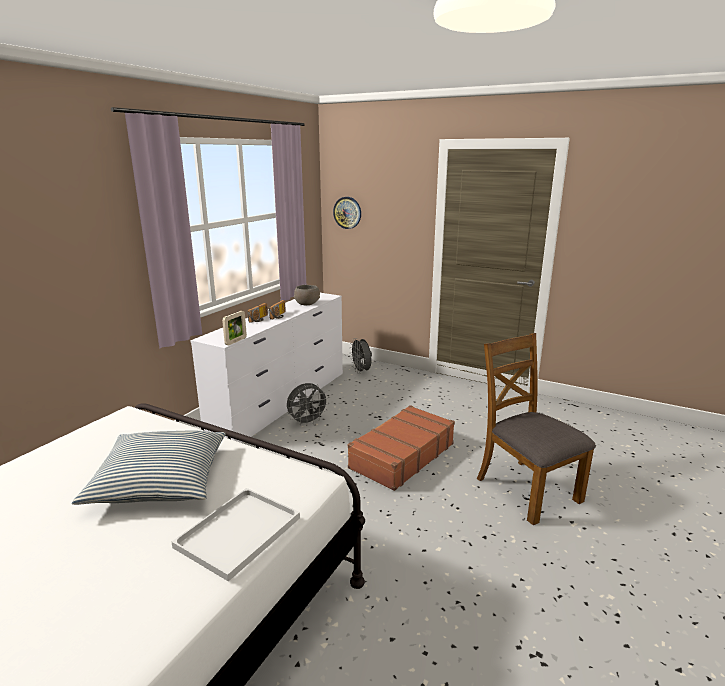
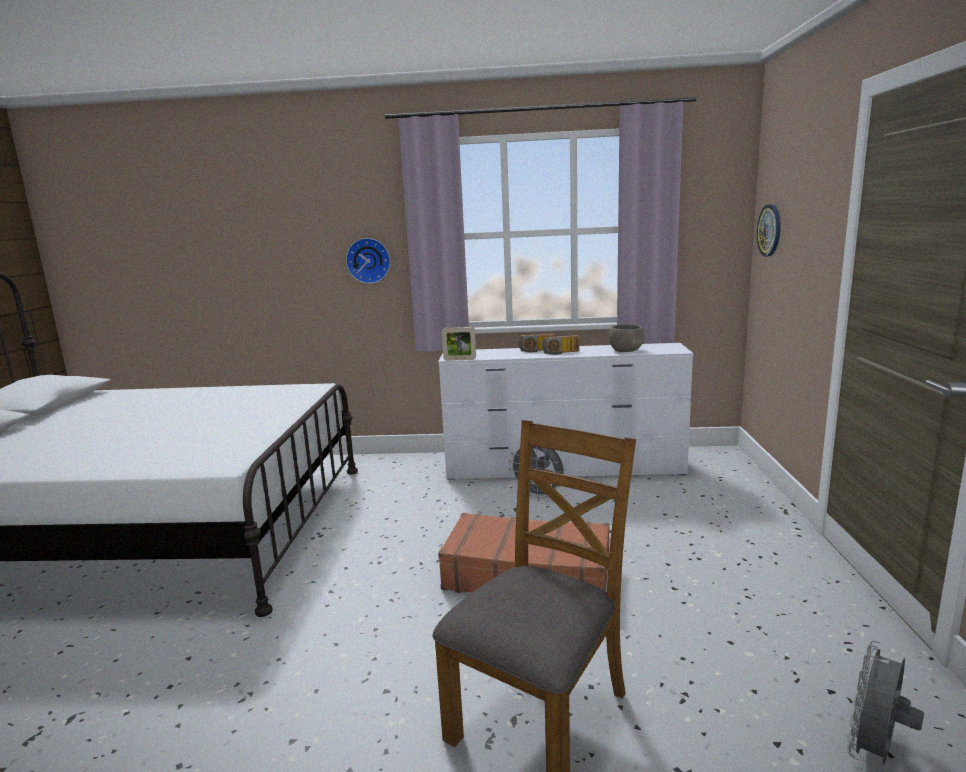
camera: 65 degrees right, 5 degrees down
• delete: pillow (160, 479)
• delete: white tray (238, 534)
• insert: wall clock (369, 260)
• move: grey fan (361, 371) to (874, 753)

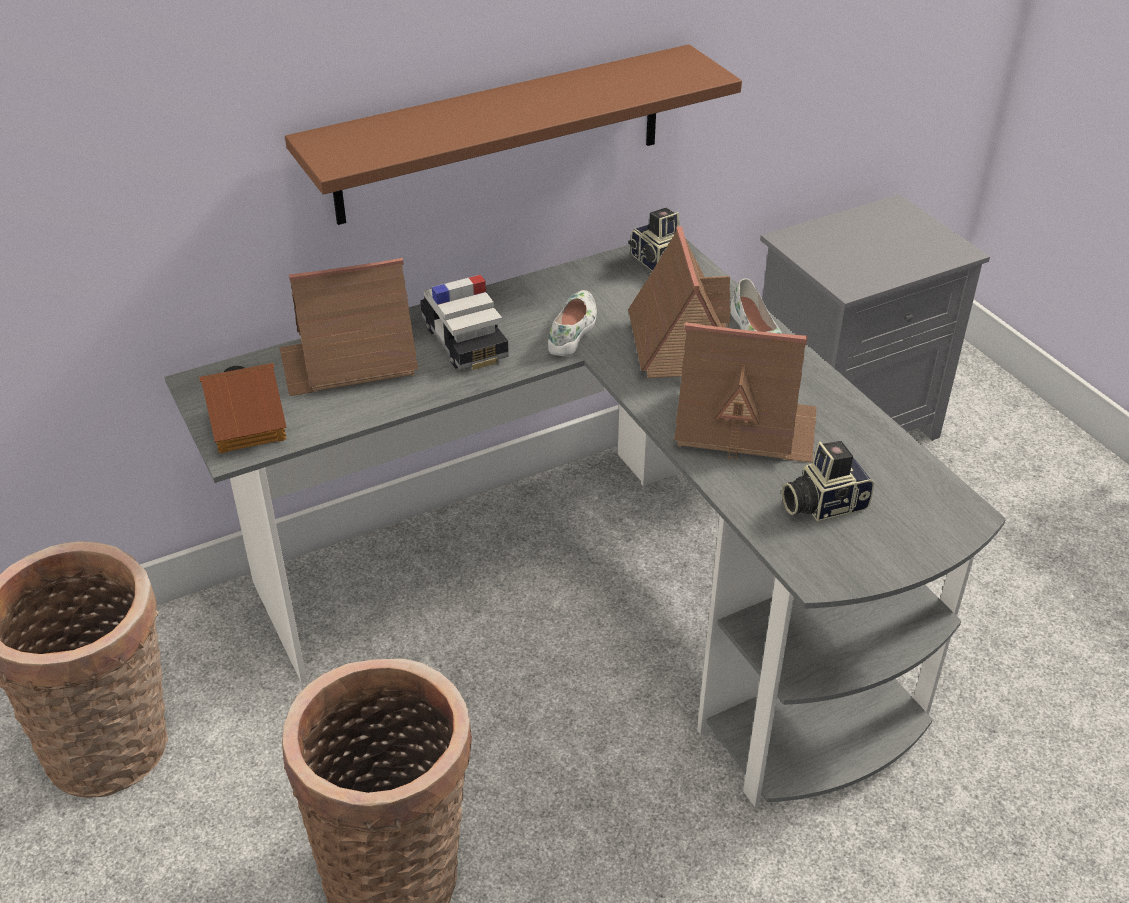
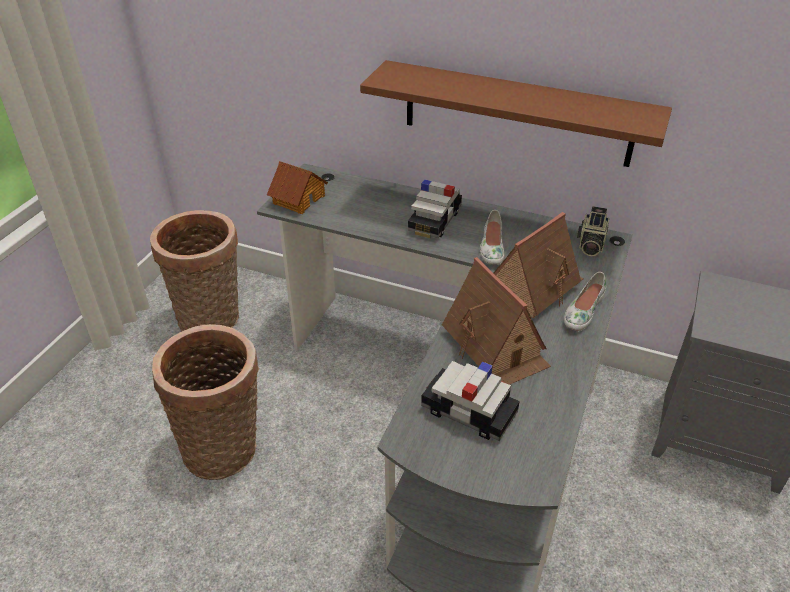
camera: 50 degrees right, 0 degrees up
• delete: toy house (349, 361)
• replace: photo camera (822, 503) to toy car (468, 412)
• rotate: white shoe (573, 330) = (491, 247) 120 degrees clockwise

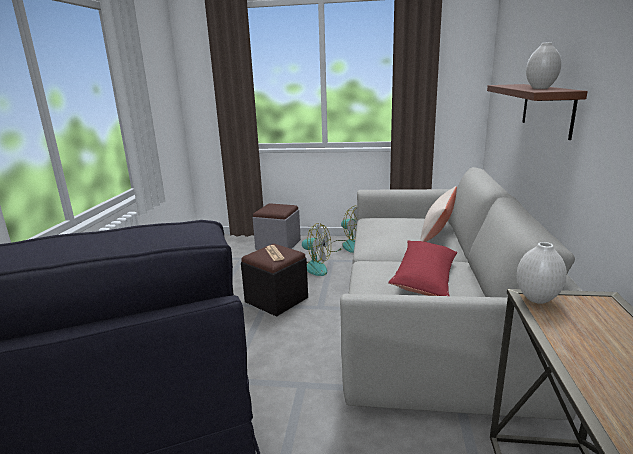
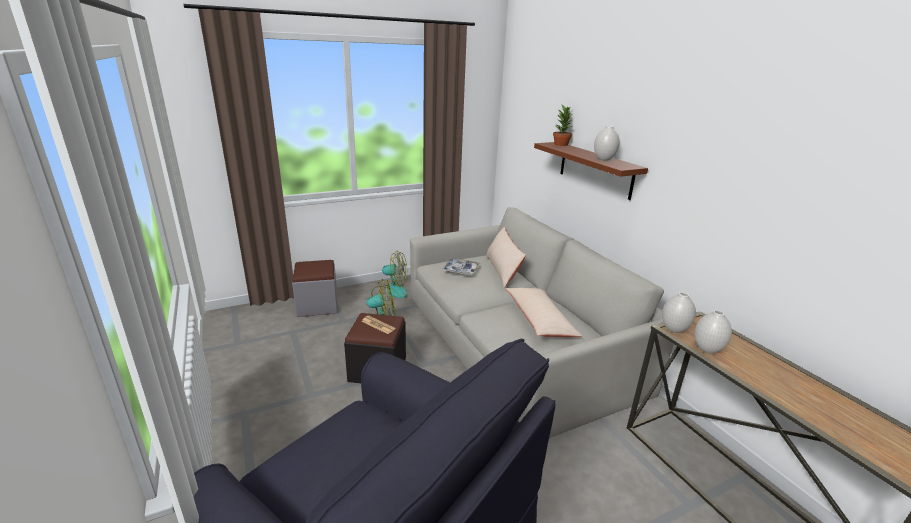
camera: 35 degrees left, 5 degrees up
• insert: tray (461, 270)
• insert: potted plant (561, 144)
• insert: white vase (707, 349)
• recolor: red pillow (425, 278) to beige pillow (539, 320)

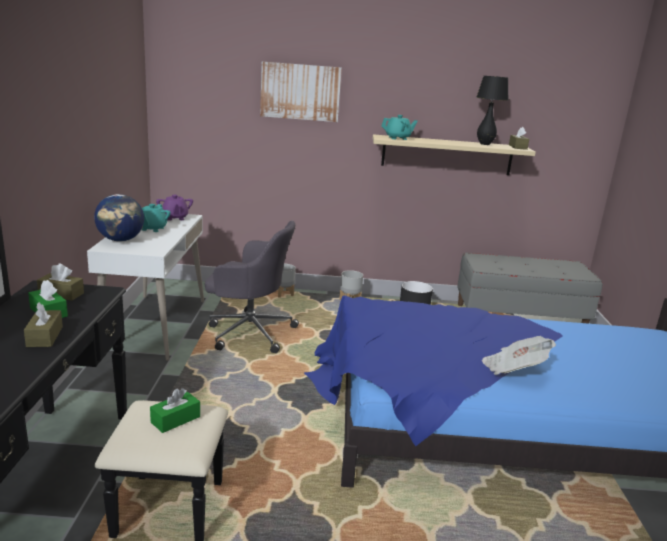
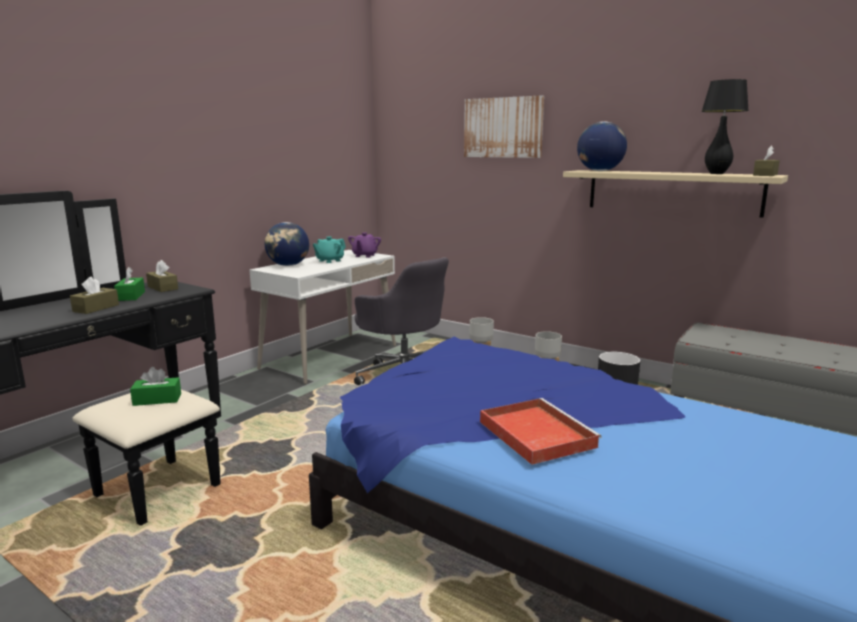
camera: 35 degrees right, 5 degrees down
• replace: turquoise teapot (398, 138) to globe (599, 171)
• replace: newspaper (513, 369) to red tray (534, 433)

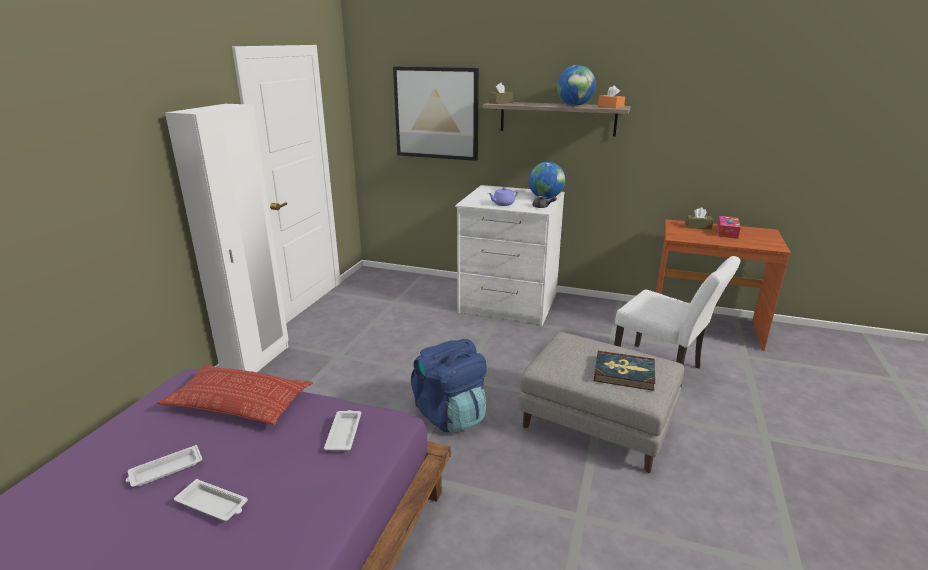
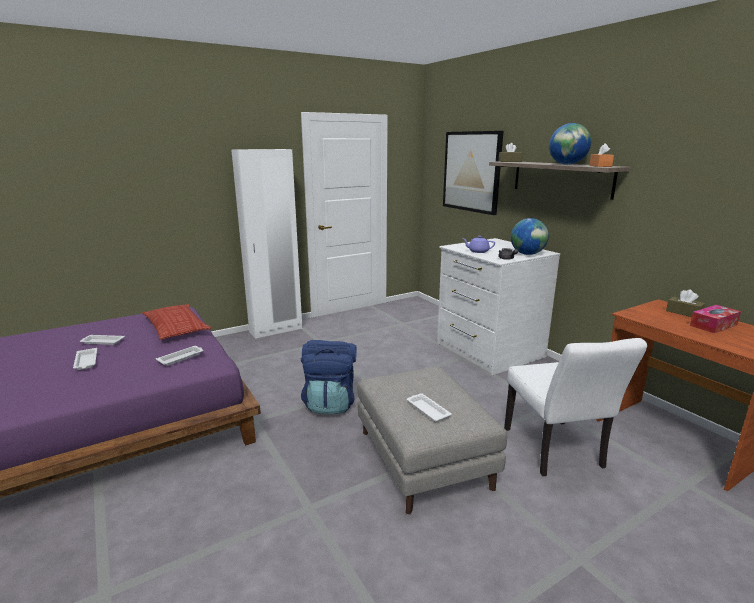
camera: 40 degrees right, 5 degrees down
• replace: book (624, 373) to white tray (427, 409)

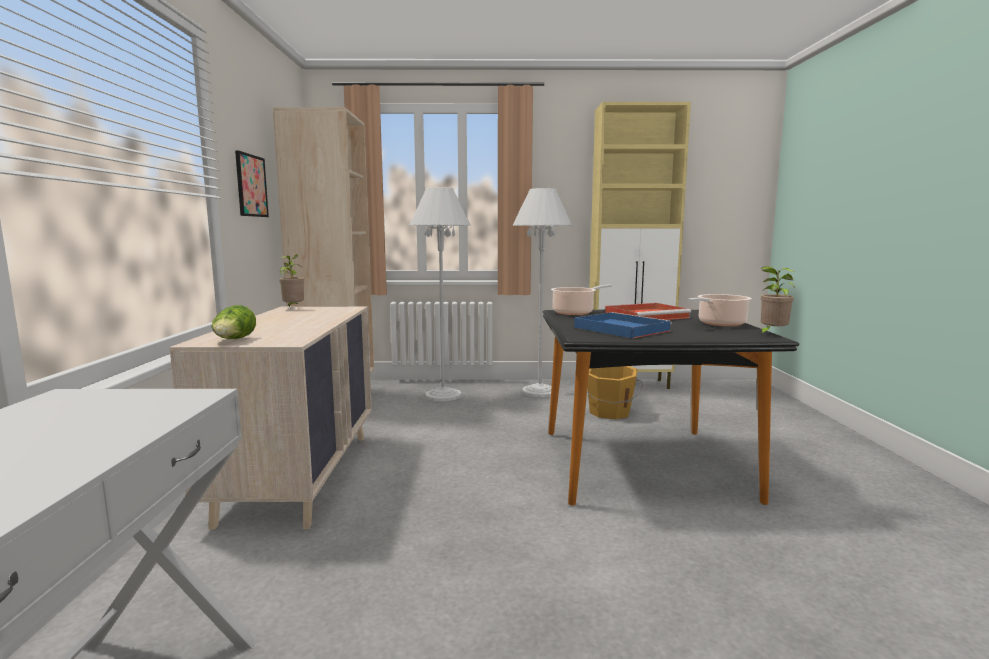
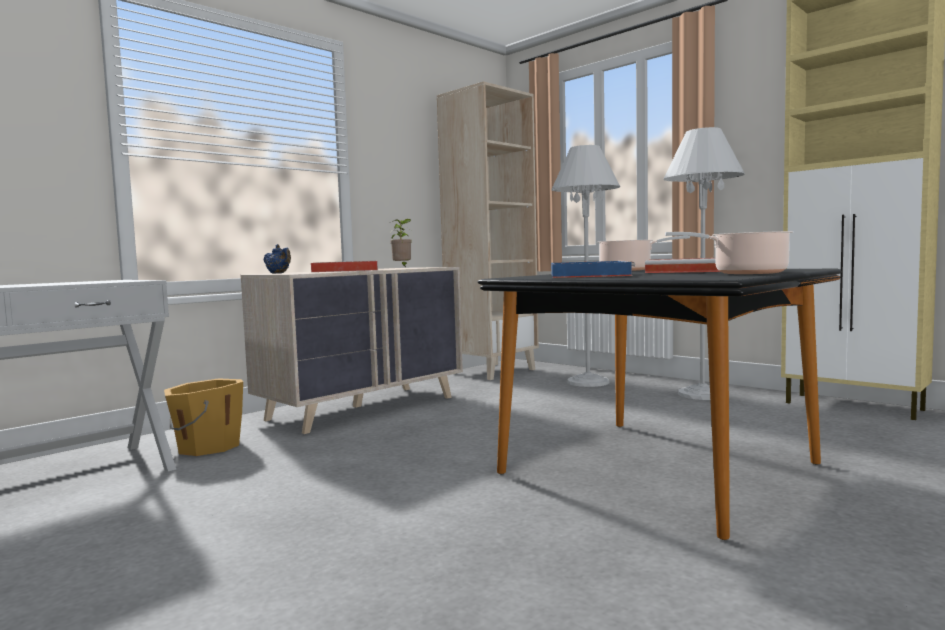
camera: 45 degrees right, 5 degrees down
• delete: picture (251, 185)
• delete: potted plant (771, 334)
• insert: red tray (344, 270)
• move: orange bucket (609, 412) to (207, 446)
• replace: lettuce (234, 340) to blue teapot (278, 273)

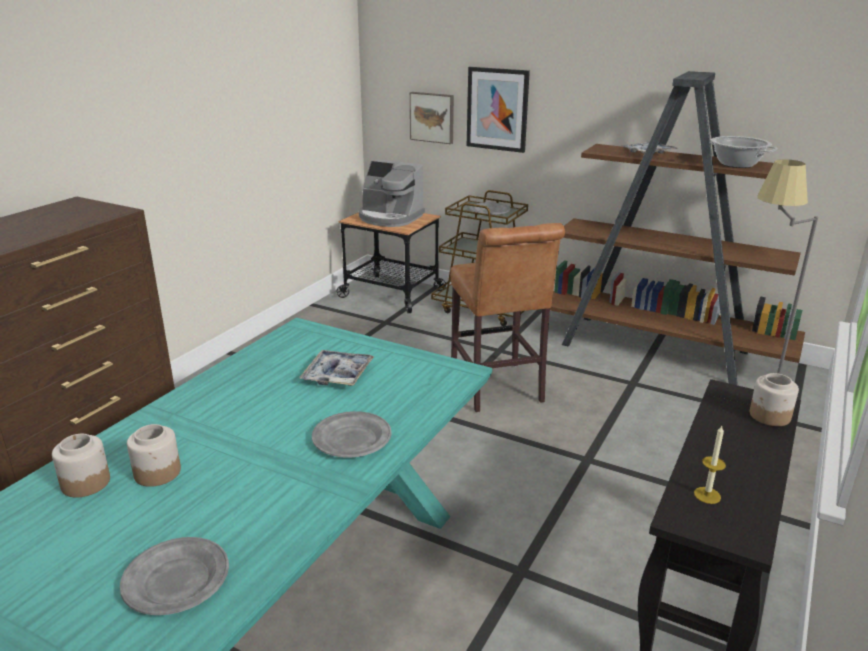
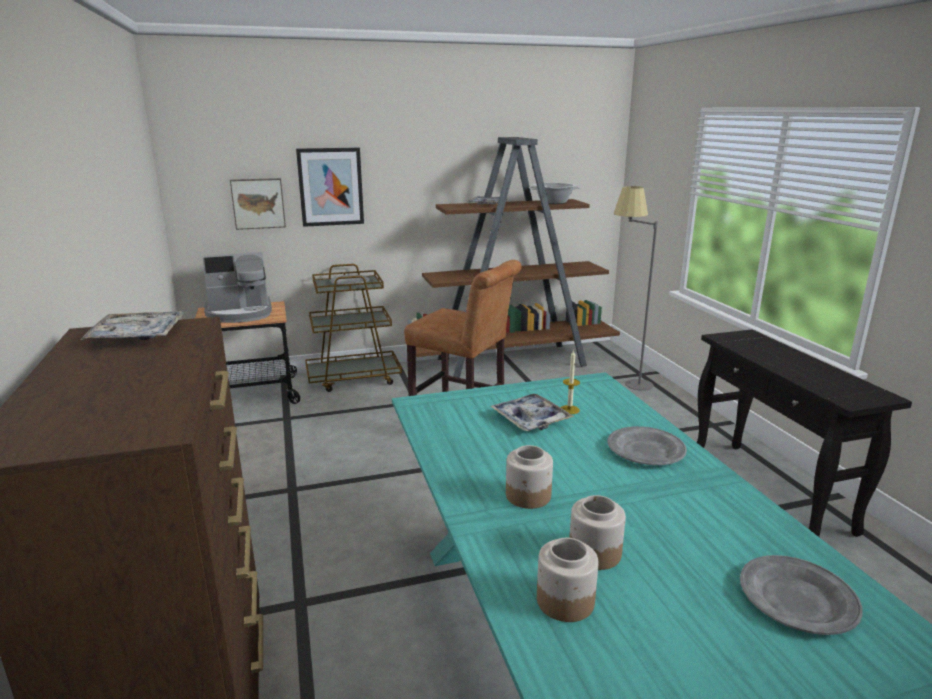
camera: 45 degrees left, 5 degrees down
• insert: tray (137, 335)
• move: candle (707, 495) to (569, 409)
• move: jar (769, 416) to (528, 496)

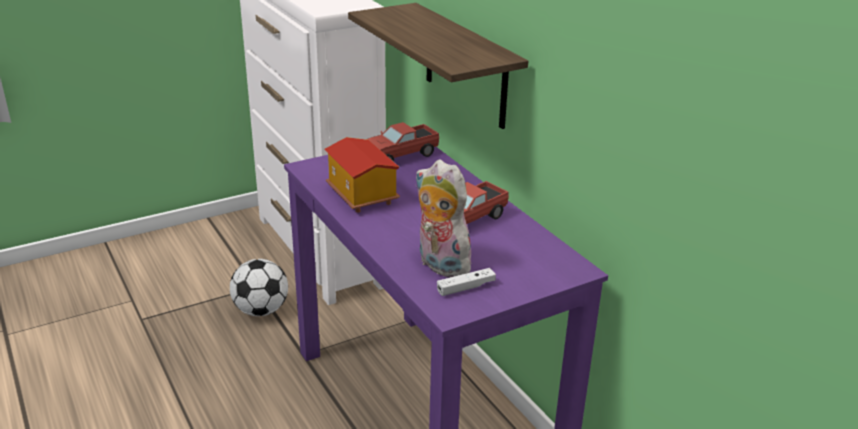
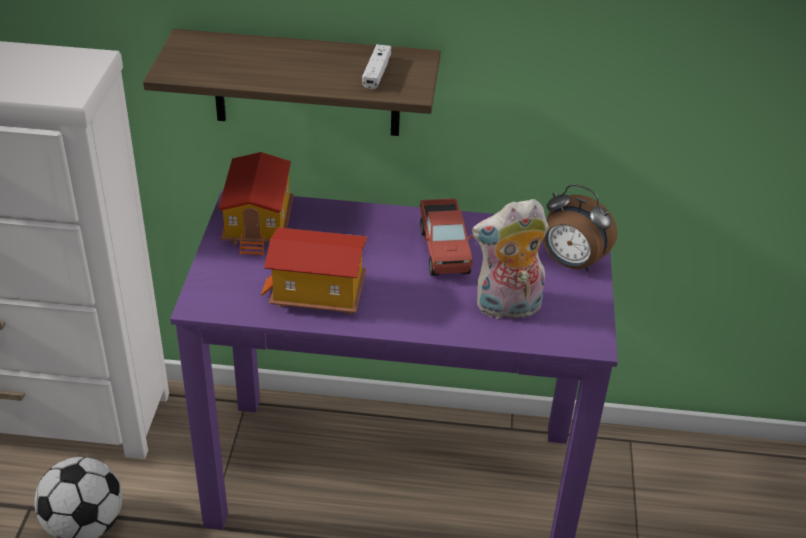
camera: 55 degrees left, 10 degrees up
• insert: alarm clock (571, 263)
• move: white game controller (466, 287) to (376, 73)
• replace: toy truck (402, 156) to toy house (260, 225)

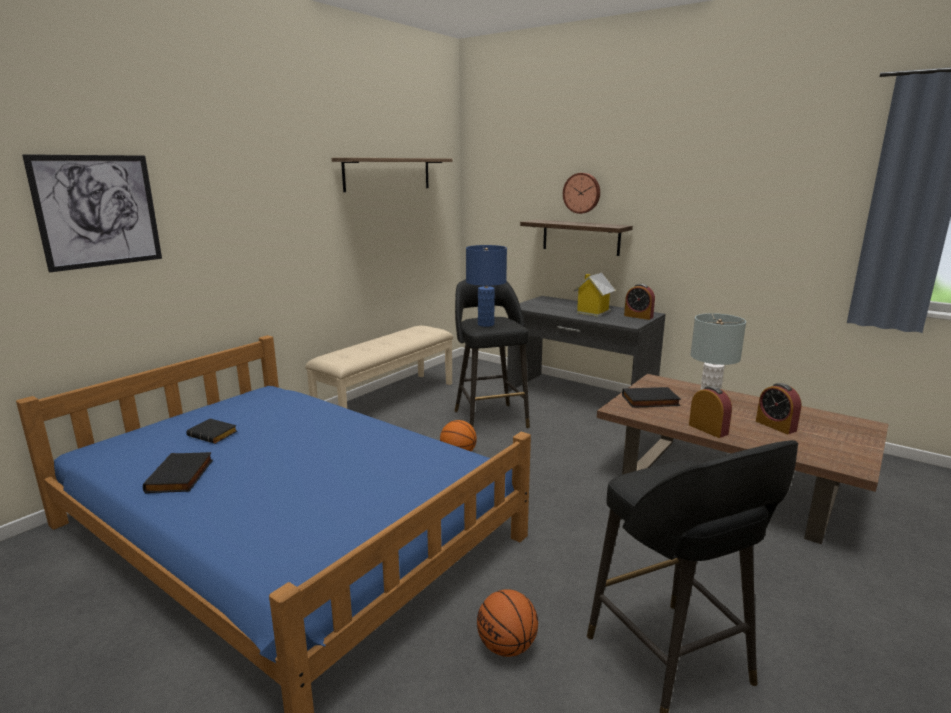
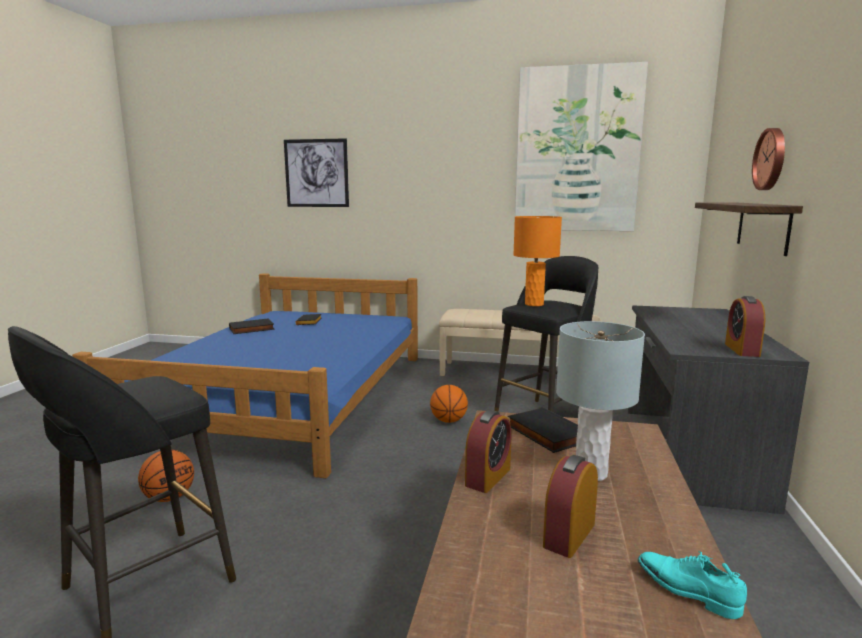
camera: 65 degrees right, 5 degrees down
• delete: toy house (592, 312)
• insert: turquoise shoe (686, 591)
• replace: shelf (388, 174) to picture (577, 150)
• recolor: blue table lamp (486, 324) to orange table lamp (534, 304)

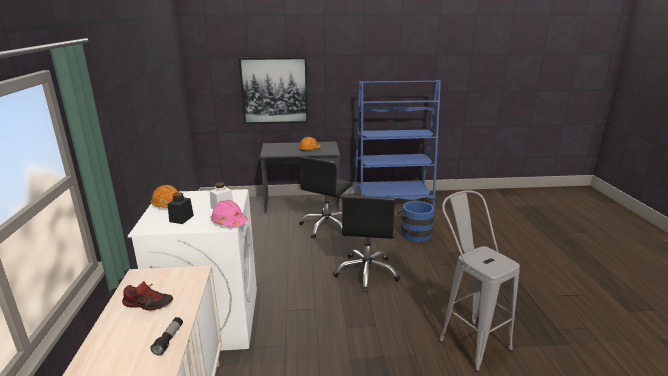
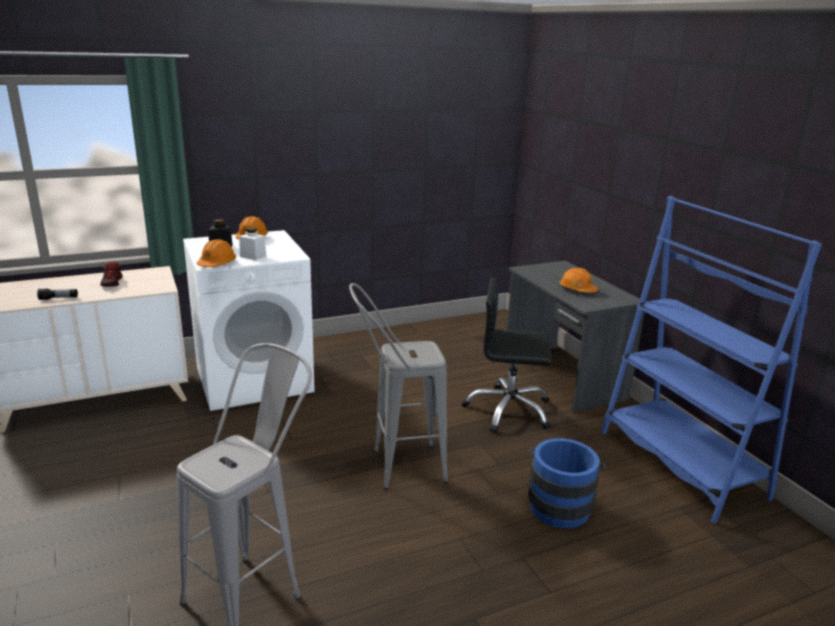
camera: 70 degrees right, 0 degrees up
• delete: picture (274, 90)
• replace: black office chair (367, 272) to grey stool (396, 468)
• recolor: pink hard hat (229, 222) to orange hard hat (217, 264)

